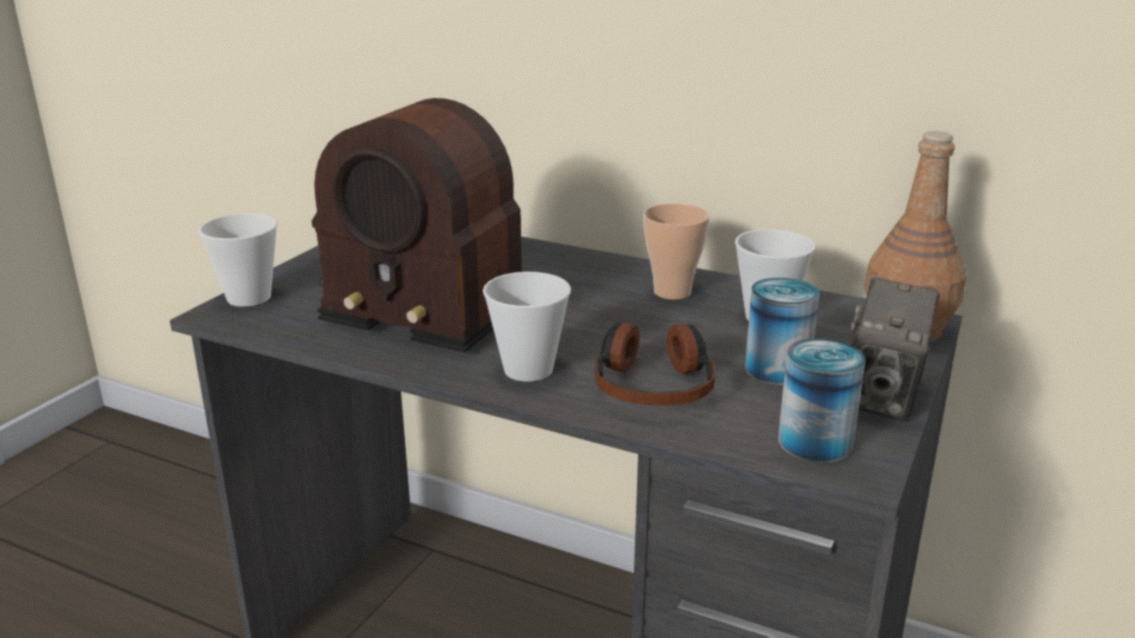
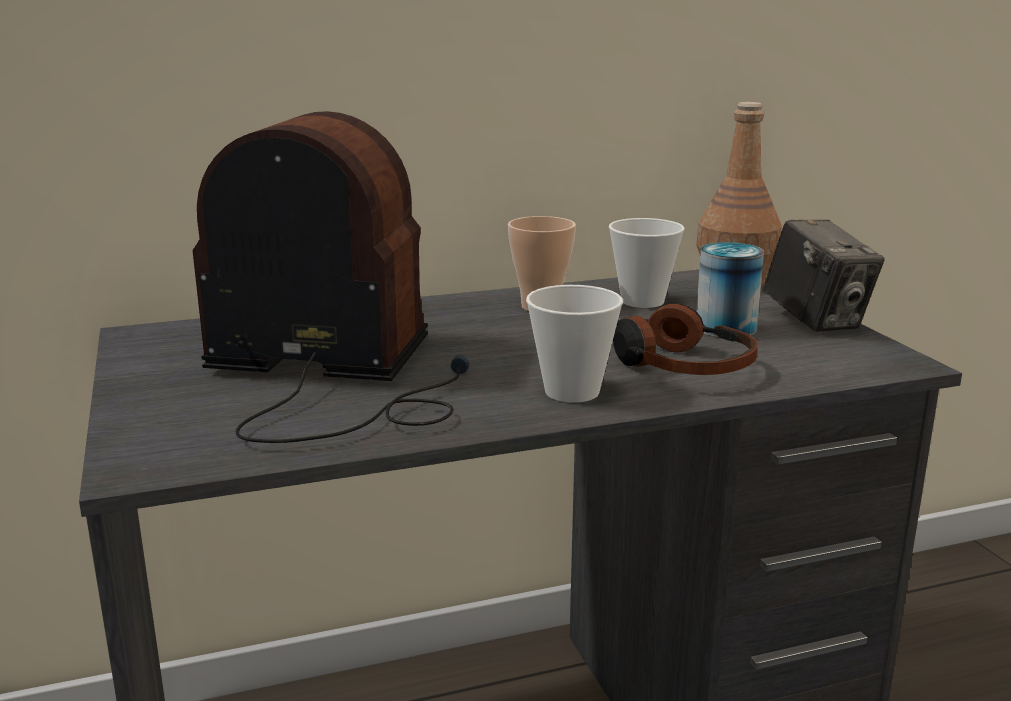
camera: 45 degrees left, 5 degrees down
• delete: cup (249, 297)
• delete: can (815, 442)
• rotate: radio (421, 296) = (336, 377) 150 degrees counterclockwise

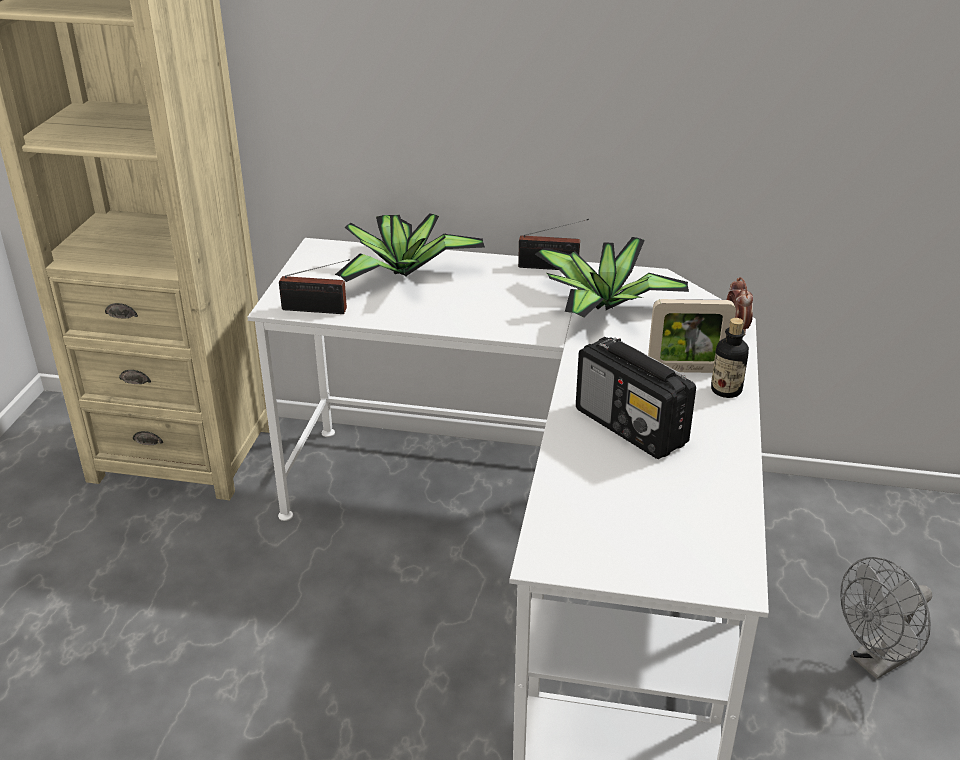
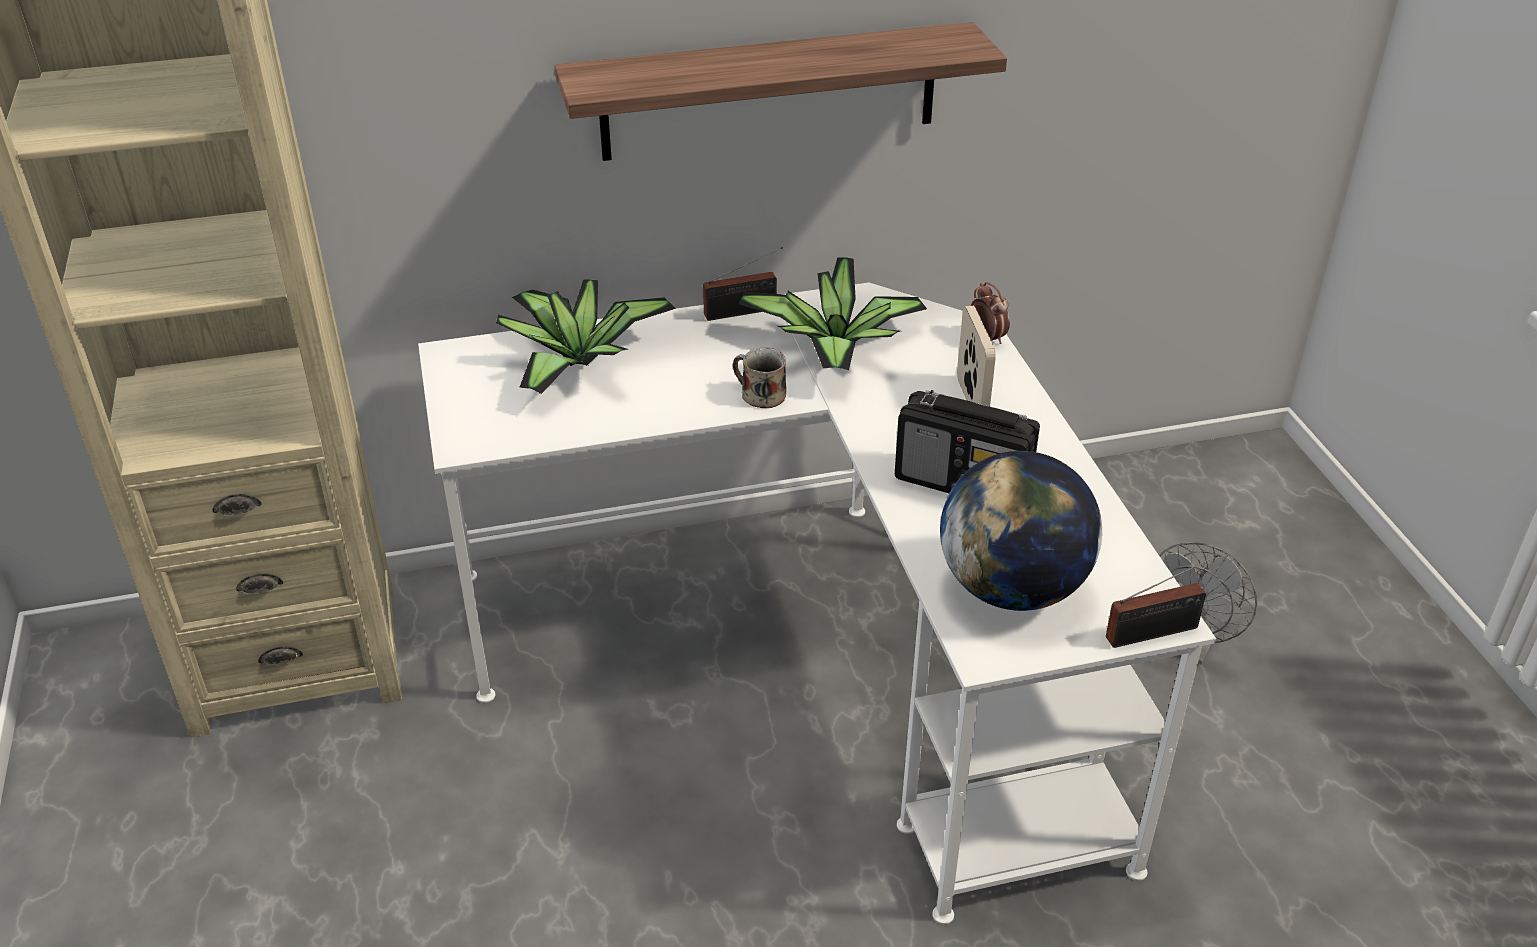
camera: 25 degrees left, 5 degrees up
• delete: bottle (726, 390)
• insert: shelf (769, 92)
• insert: mug (761, 394)
• insert: globe (1012, 588)
• move: radio (317, 310) to (1157, 632)
• rotate: picture frame (686, 370) = (971, 401) 75 degrees counterclockwise

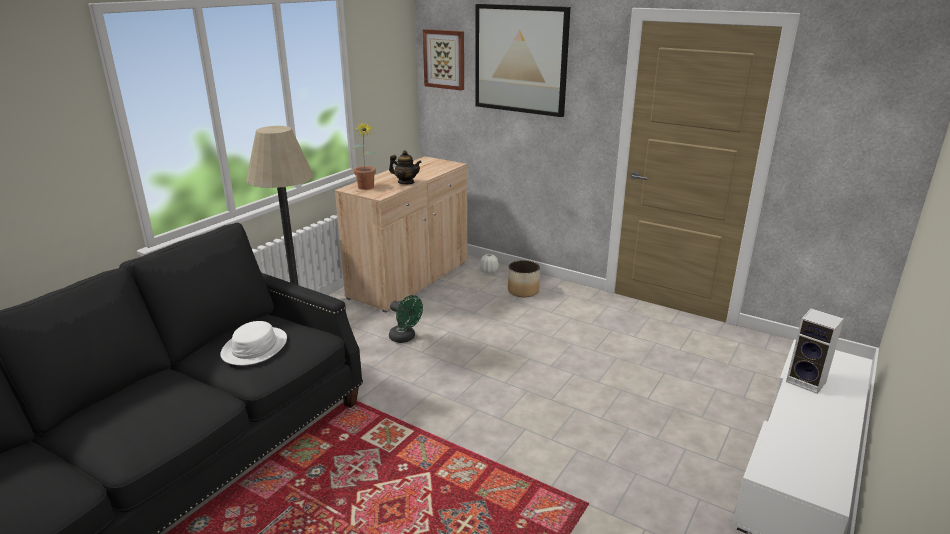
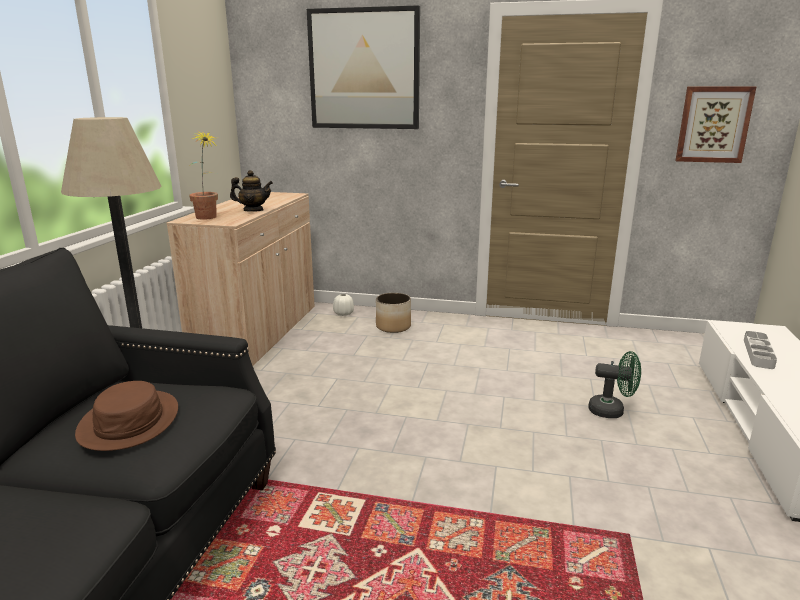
camera: 20 degrees left, 5 degrees down
• move: green fan (405, 338) to (612, 411)
• move: picture (444, 59) to (713, 124)
• replace: speaker (807, 382) to grey tray (758, 353)
• recolor: white hat (255, 347) to brown hat (130, 421)

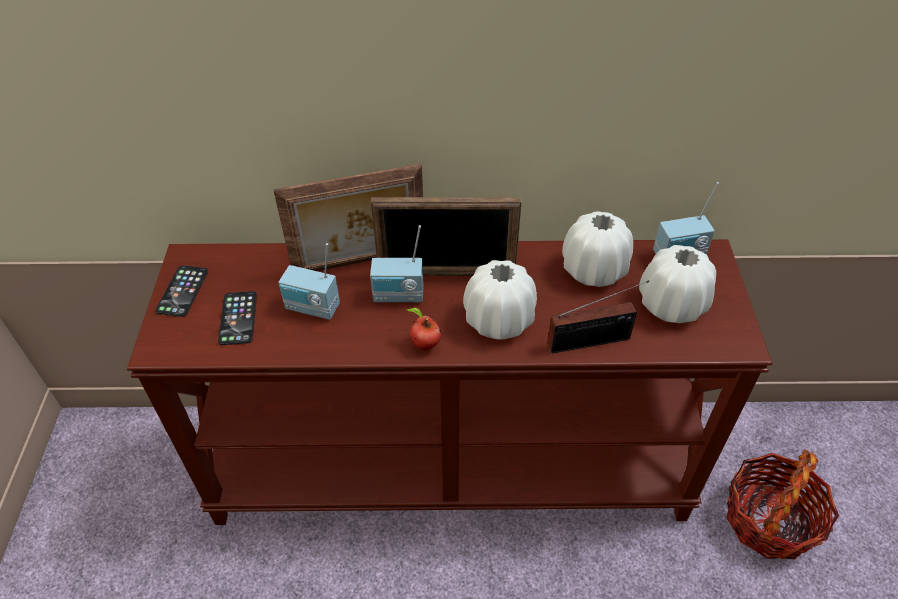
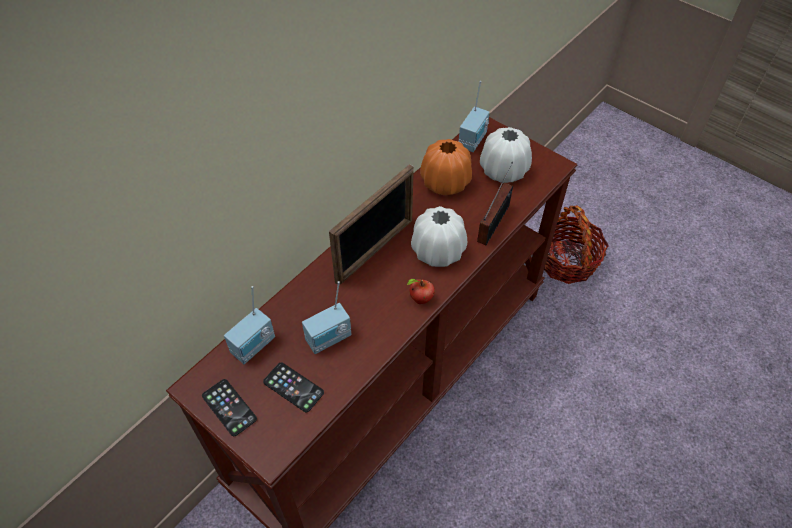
camera: 50 degrees left, 5 degrees up
• delete: picture frame (360, 263)
• move: radio (398, 296) to (254, 346)
• recolor: white vase (593, 270) to orange vase (445, 183)

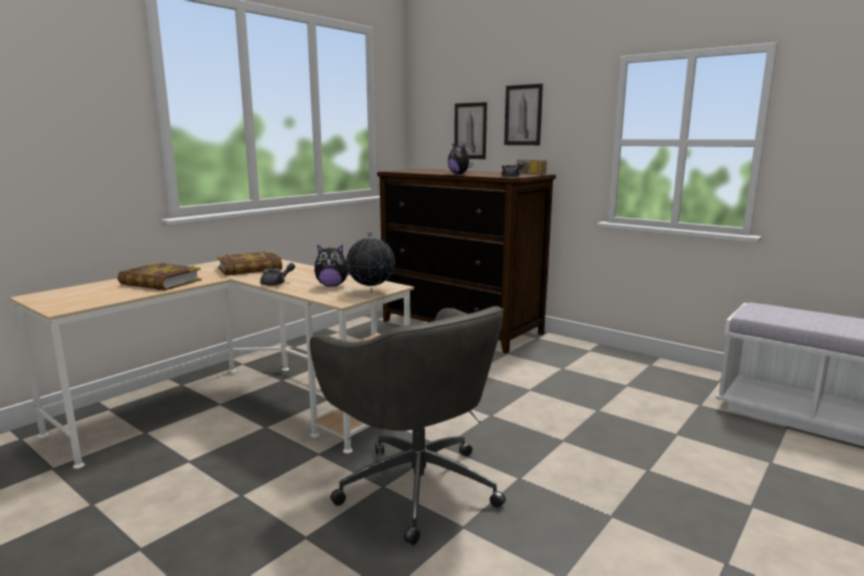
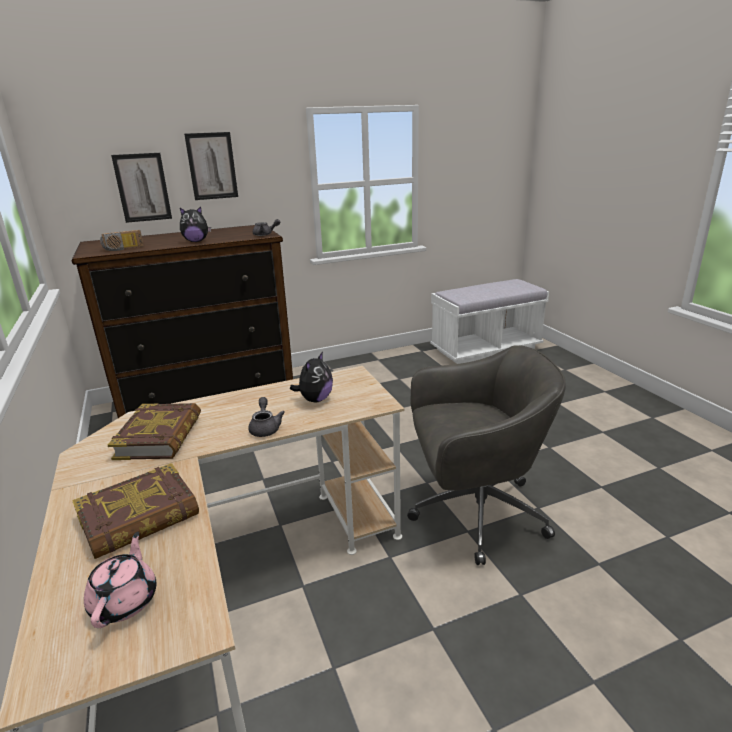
camera: 60 degrees left, 10 degrees up
• delete: globe (371, 292)
• insert: pink teapot (125, 601)
• move: radio (528, 174) to (123, 249)

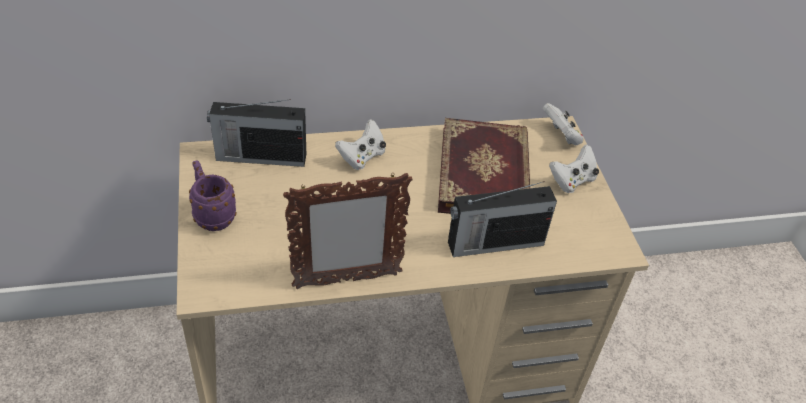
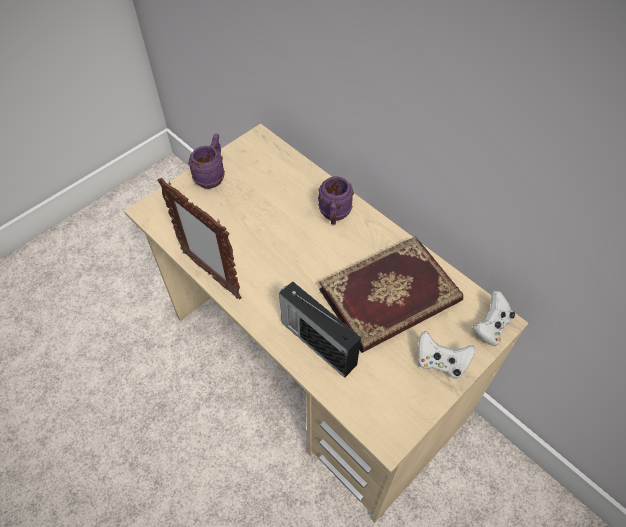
camera: 60 degrees right, 10 degrees up
• delete: radio (259, 157)
• replace: white game controller (362, 157) to purple mug (334, 215)

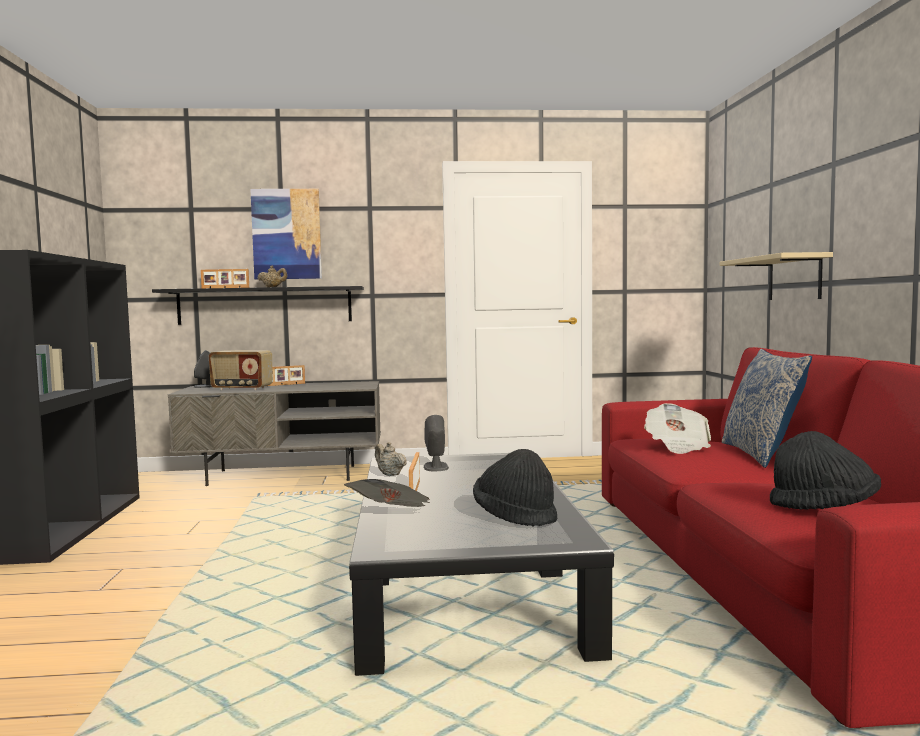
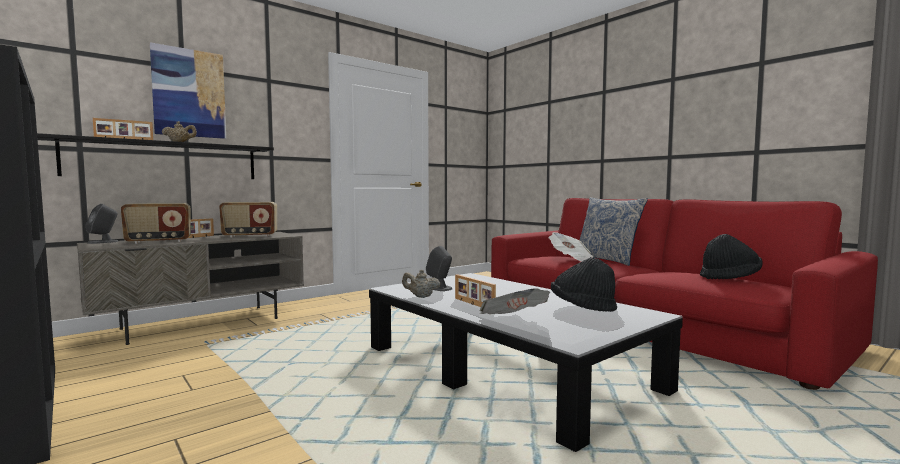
camera: 35 degrees left, 0 degrees up
• delete: beige shelf (794, 278)
• insert: radio (250, 236)

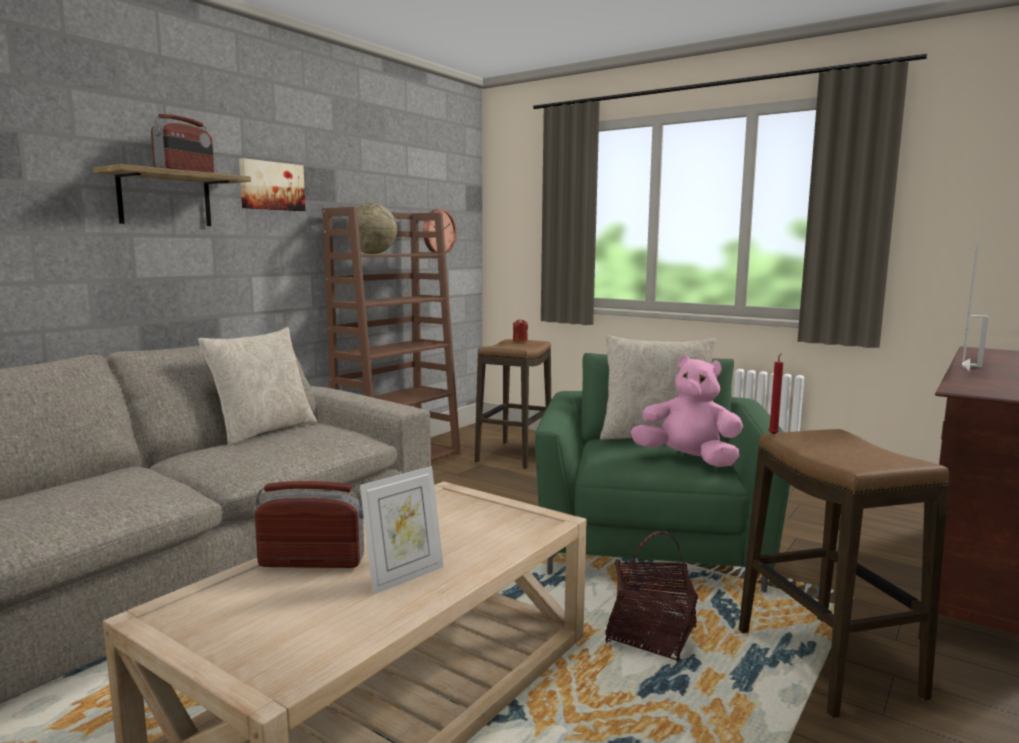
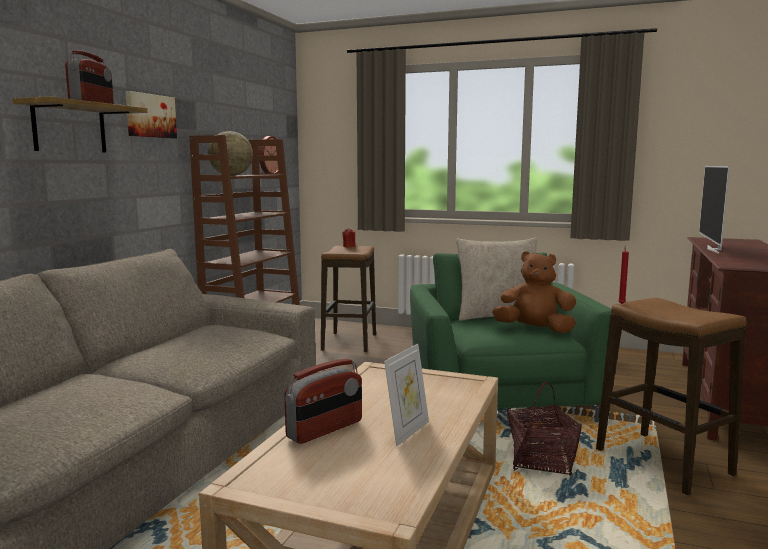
camera: 15 degrees left, 0 degrees up
• delete: beige pillow (263, 431)
• recolor: pink plush toy (688, 460) to brown plush toy (534, 330)
• rotate: radio (312, 561) = (325, 429) 150 degrees clockwise

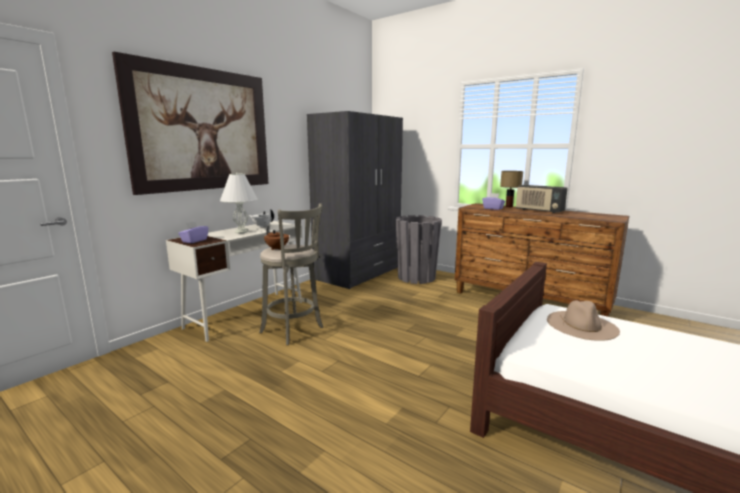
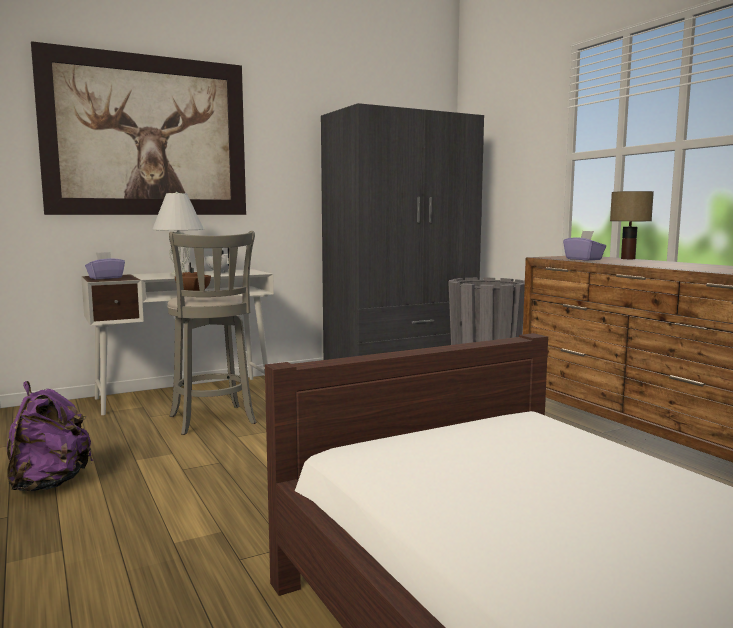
camera: 25 degrees right, 5 degrees down
• delete: radio (539, 211)
• delete: beige hat (582, 325)
• insert: purple backpack (49, 484)

